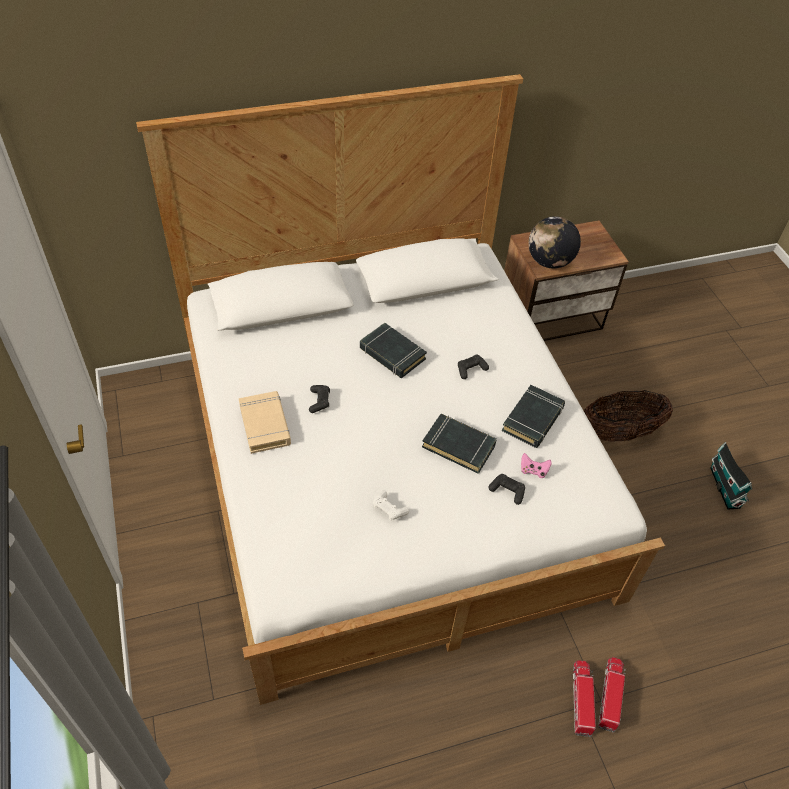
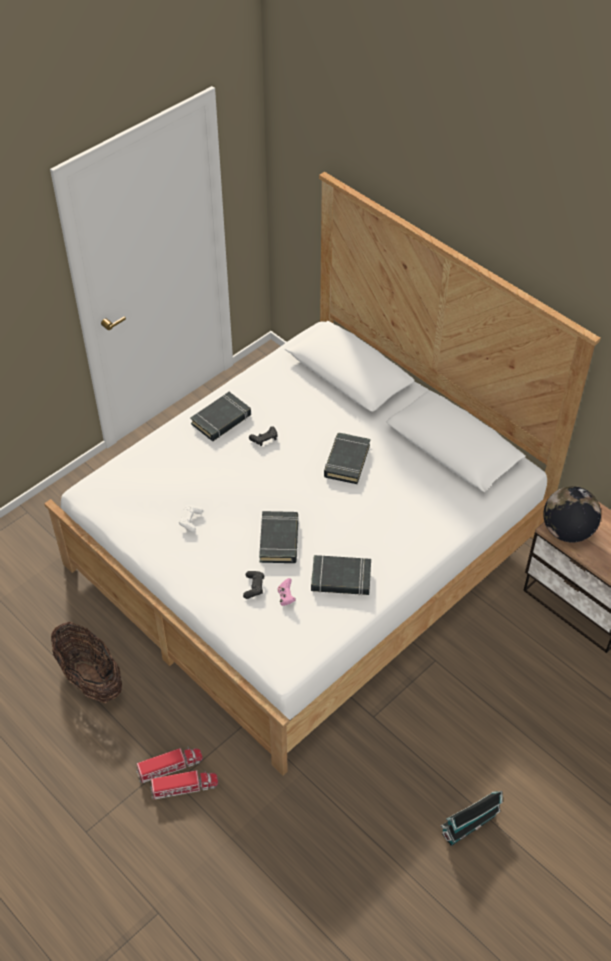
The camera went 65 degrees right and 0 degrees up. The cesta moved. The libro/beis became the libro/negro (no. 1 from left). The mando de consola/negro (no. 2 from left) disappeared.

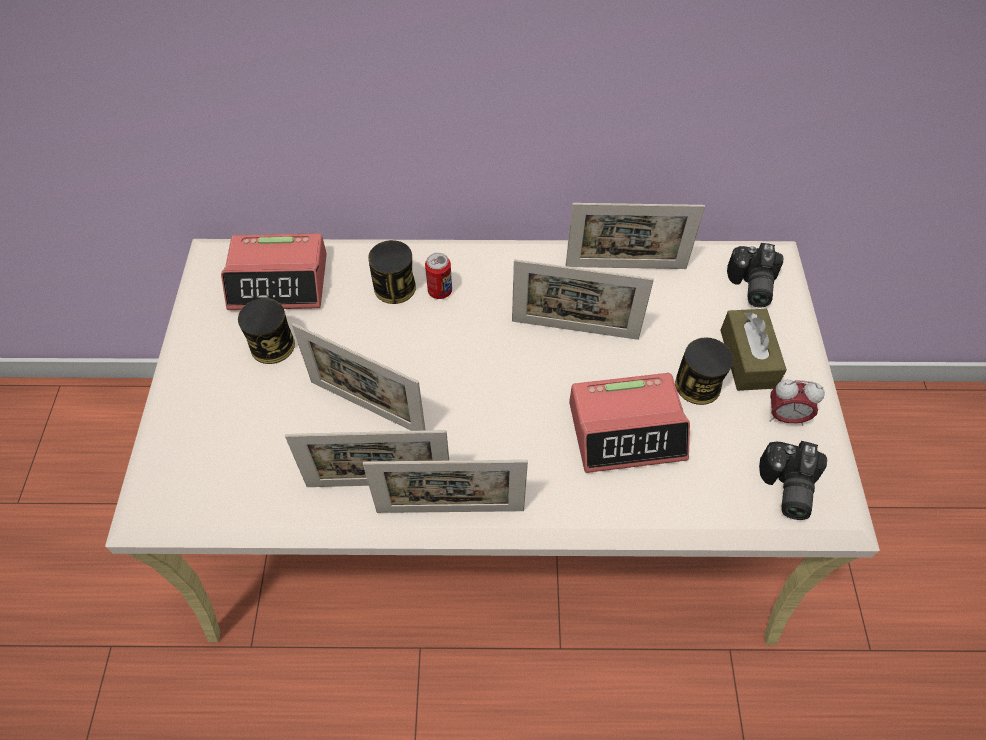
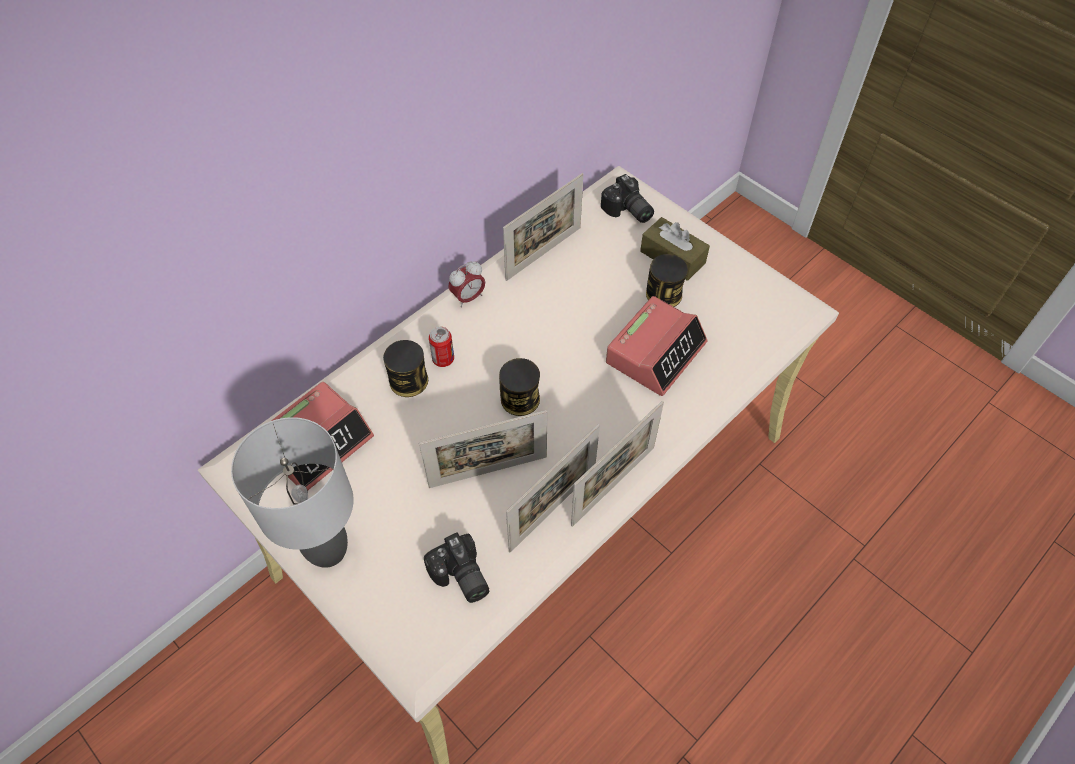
The camera went 45 degrees left and 0 degrees up. The lámpara de mesa/gris appeared. The cámara (no. 2 from left in the first image) moved. The despertador (no. 3 from left in the first image) moved. The lata (no. 1 from left in the first image) moved. The portarretratos (no. 4 from left) disappeared.

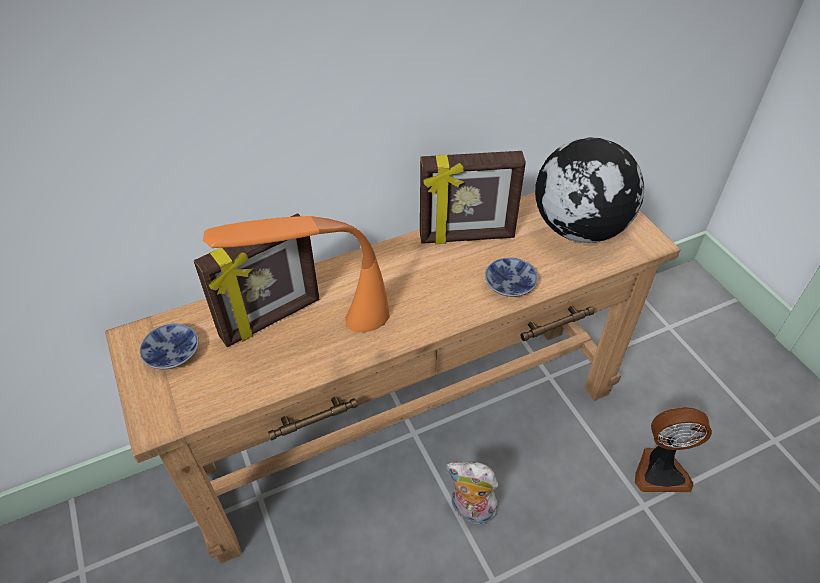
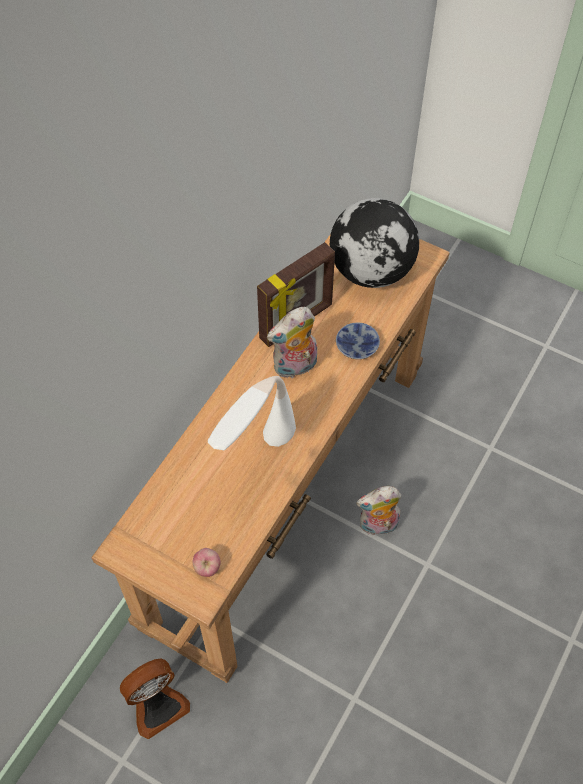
The camera went 35 degrees left and 10 degrees up. The ventilador moved. The manzana appeared. The lámpara de mesa/naranja became the lámpara de mesa/blanco. The peluche (no. 1 from left) appeared. The cuenco (no. 1 from left) disappeared. The portarretratos (no. 1 from left) disappeared.

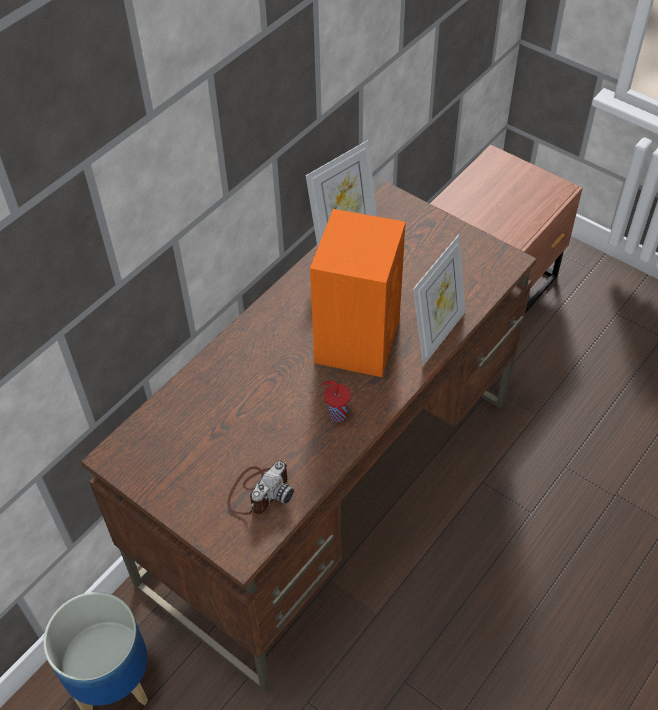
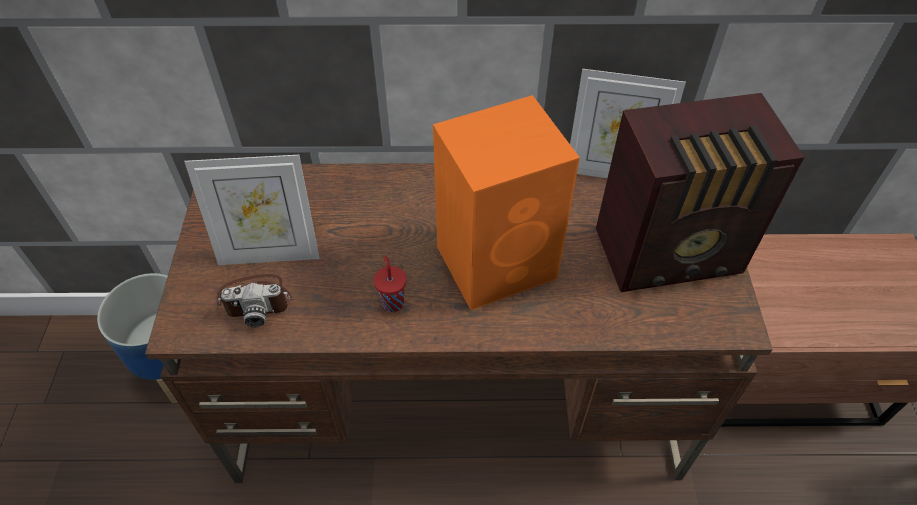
The camera went 50 degrees right and 0 degrees up. The portarretratos (no. 2 from left in the first image) moved. The radio appeared.

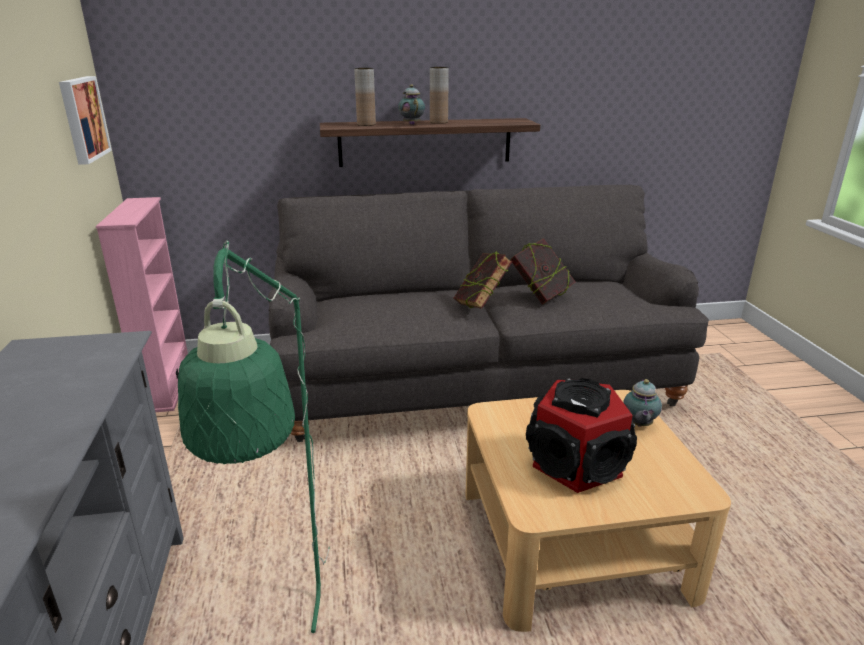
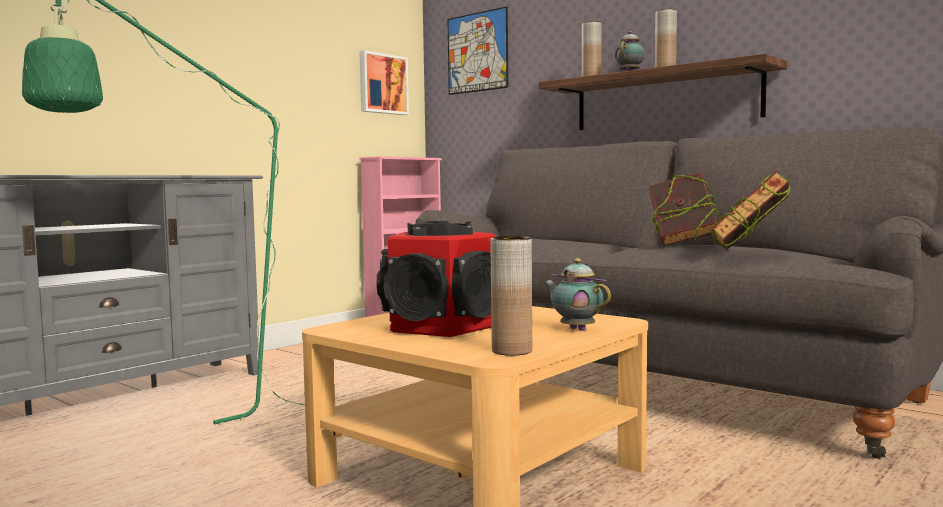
The camera went 50 degrees right and 20 degrees down. The cuadro (no. 2 from left) appeared. The florero/marrón (no. 1 from left) appeared. The tetera (no. 2 from left in the first image) turned 75 degrees clockwise. The libro (no. 1 from left in the first image) moved.

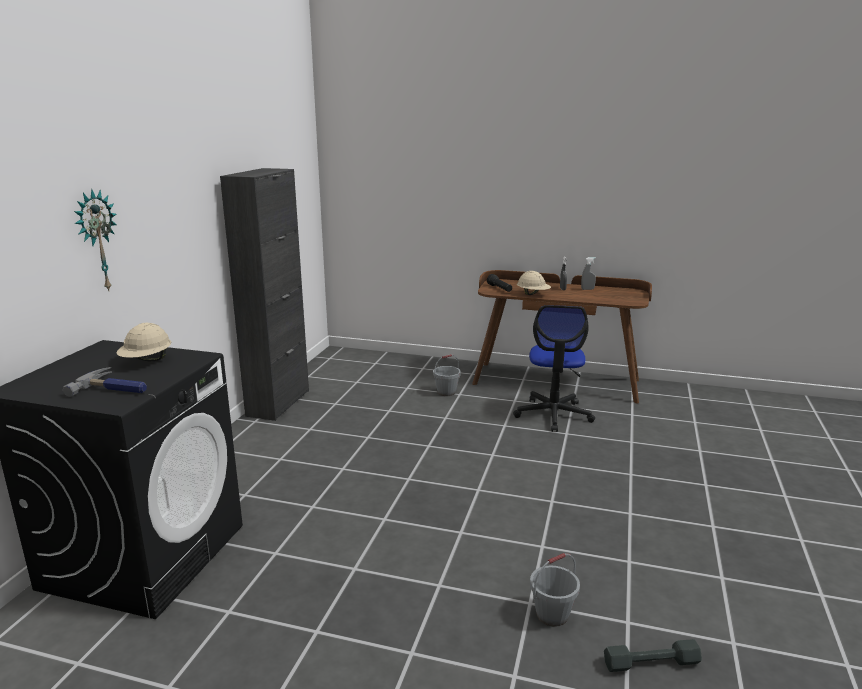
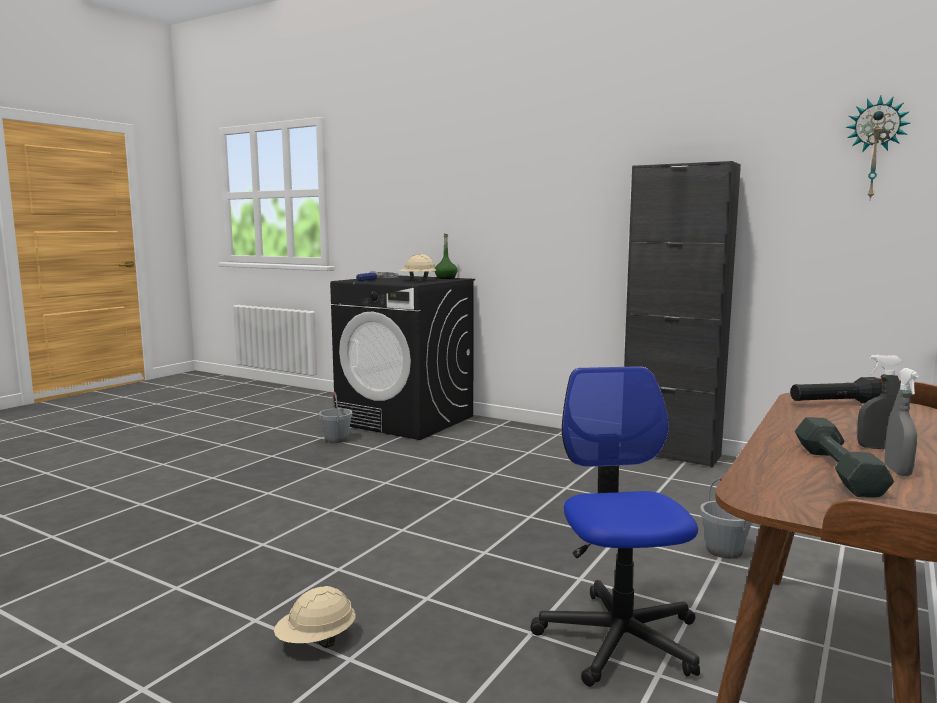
The camera went 105 degrees right and 10 degrees down. The casco/beis (no. 2 from left in the first image) moved. The cubo/gris (no. 2 from left in the first image) moved. The botella/verde appeared. The silla de oficina turned 60 degrees clockwise. The mancuerna/gris moved. The reloj de pared moved.

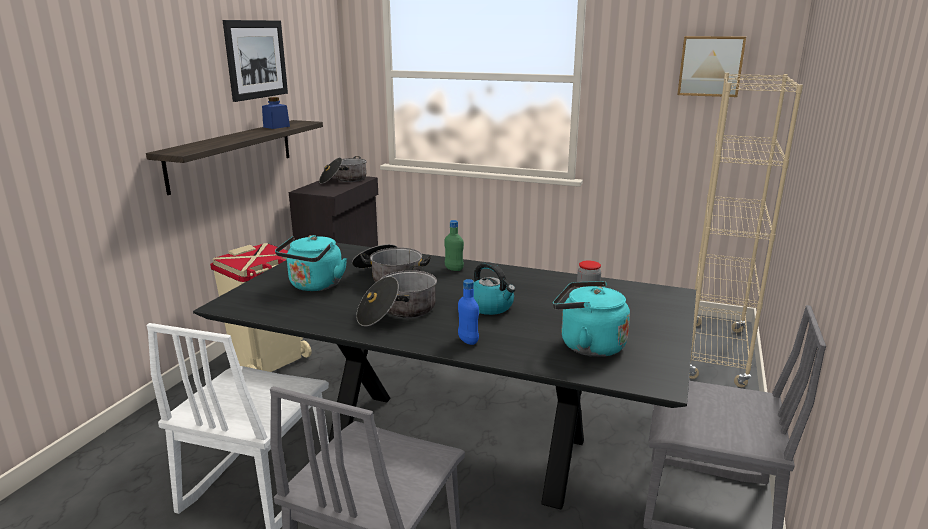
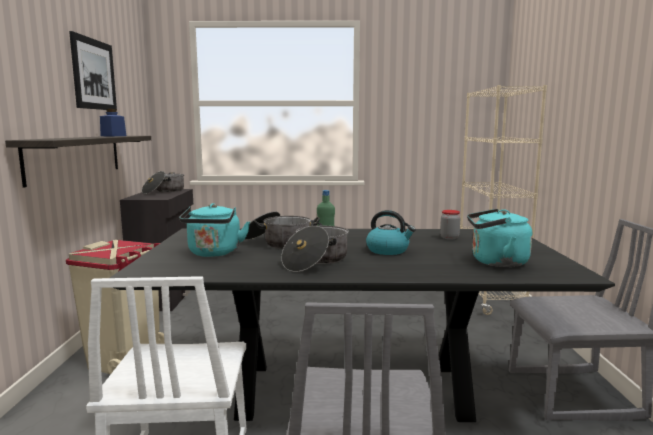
The camera went 20 degrees left and 10 degrees down. The botella/azul disappeared. The cuadro (no. 2 from left) disappeared.

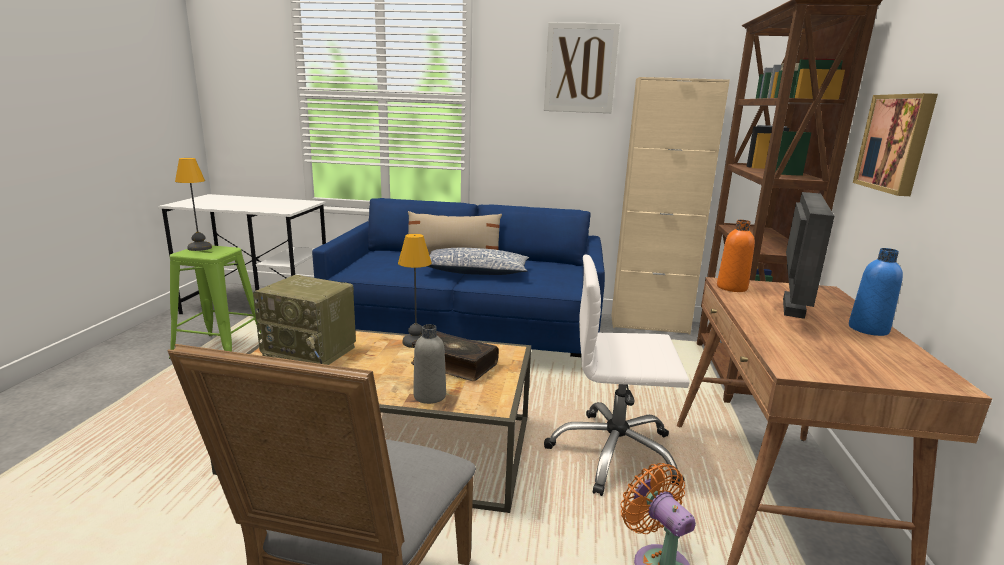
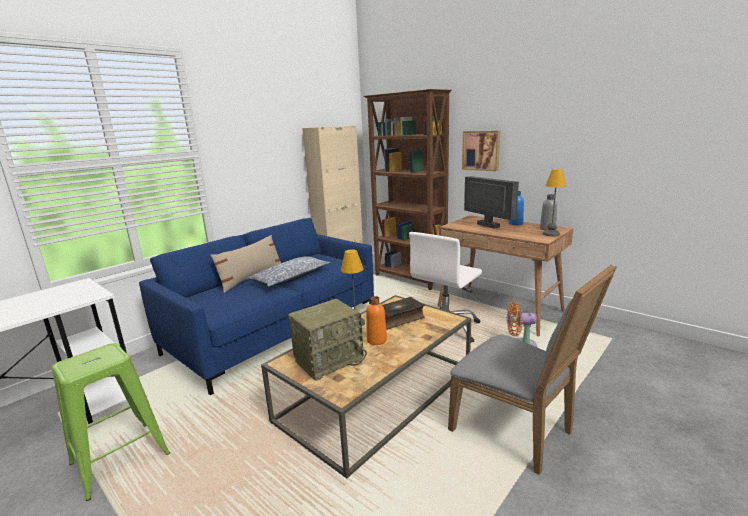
The camera went 55 degrees left and 0 degrees up. The botella/naranja moved. The botella/gris moved. The lámpara de mesa (no. 1 from left in the first image) moved. The cuadro (no. 1 from left) disappeared.

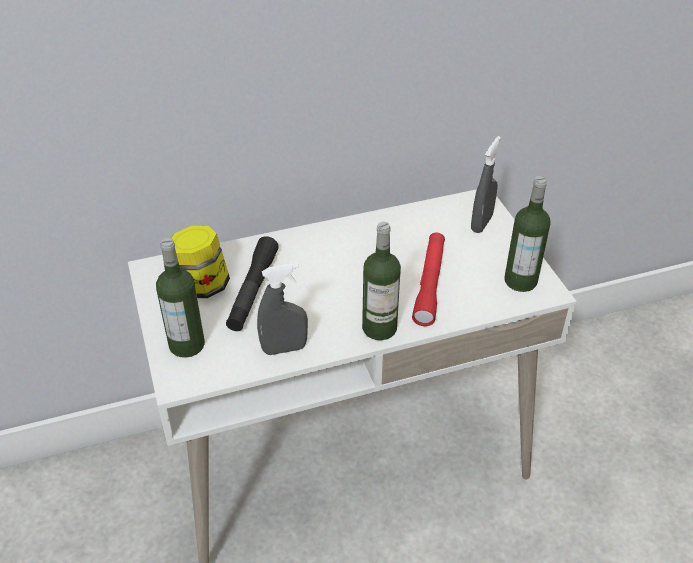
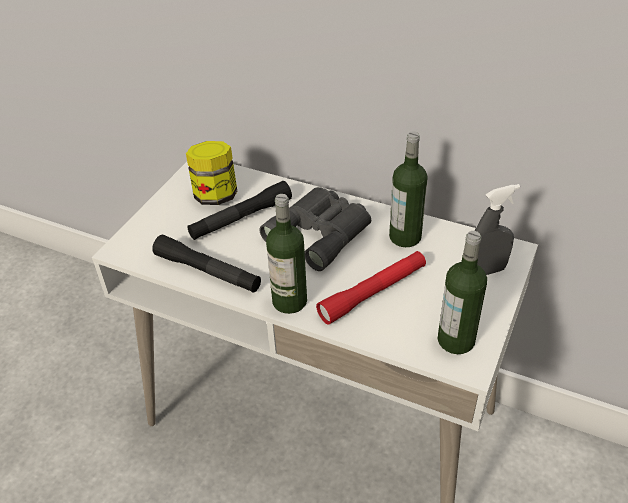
The camera went 45 degrees right and 0 degrees up. The pulverizador/gris (no. 1 from left) was replaced by the linterna/negro (no. 1 from left). The prismáticos/gris appeared. The botella (no. 1 from left in the first image) moved.

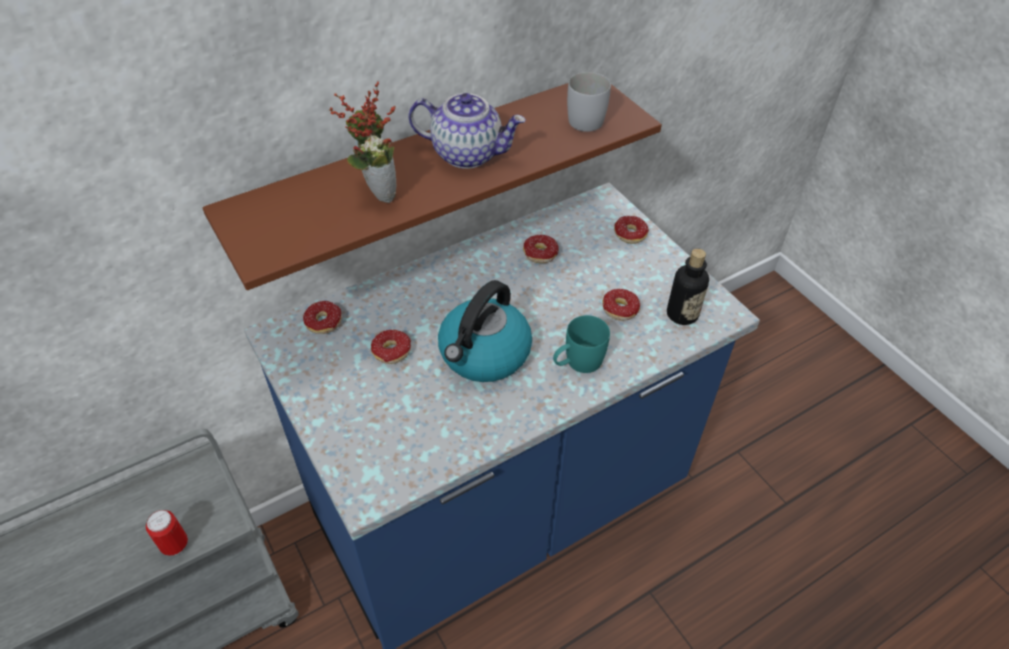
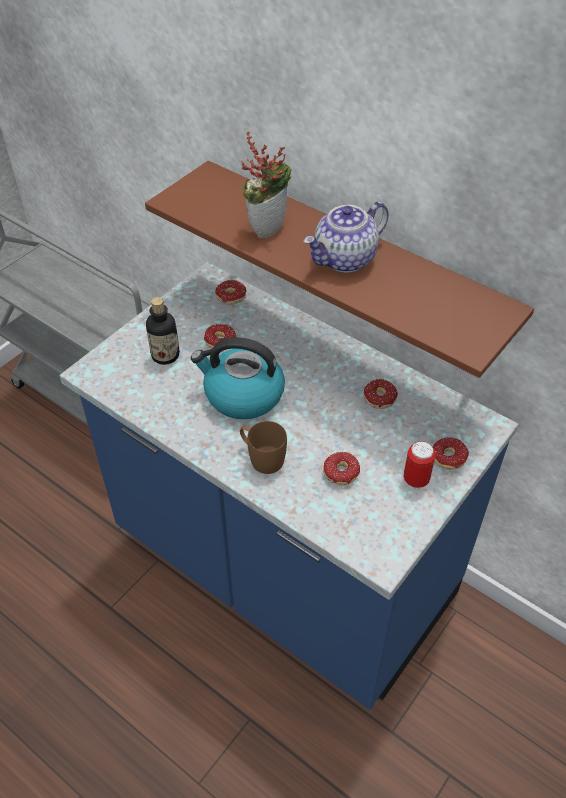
The camera went 70 degrees right and 0 degrees up. The botella moved. The taza grande/turquesa became the taza grande/marrón. The tetera turned 60 degrees clockwise. The lata moved. The taza grande/blanco disappeared.

